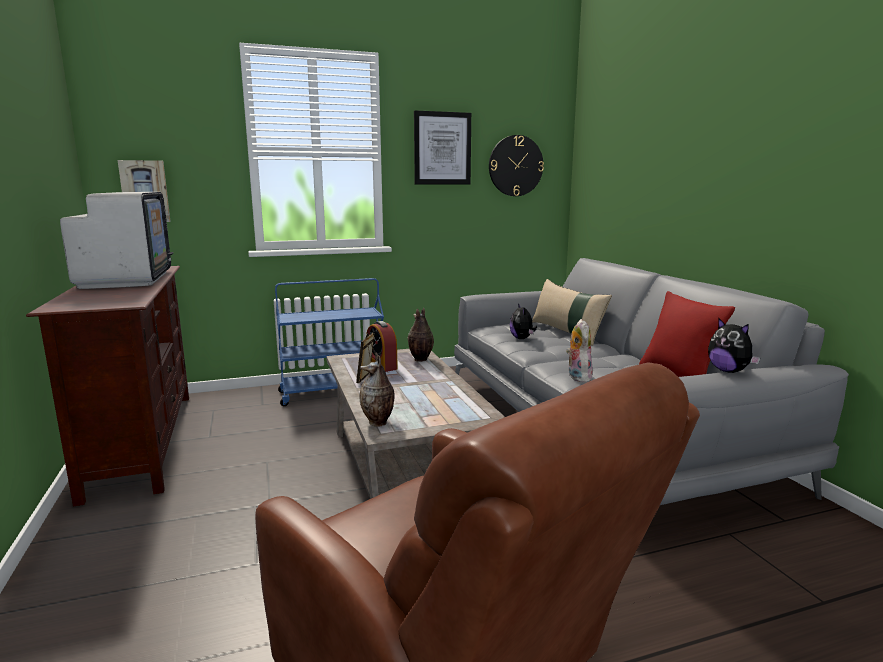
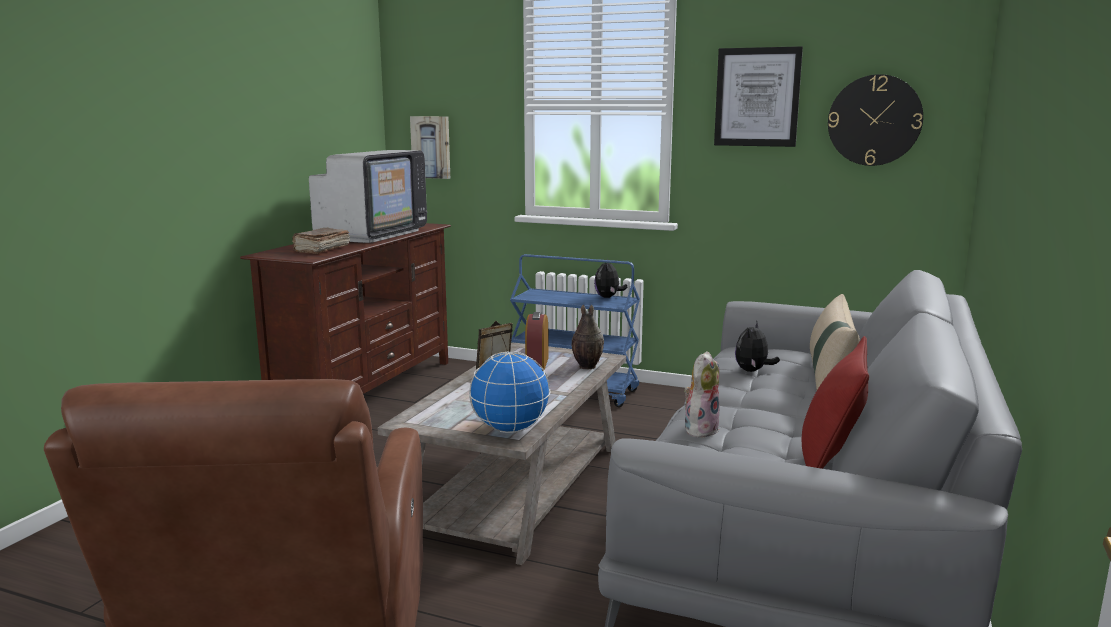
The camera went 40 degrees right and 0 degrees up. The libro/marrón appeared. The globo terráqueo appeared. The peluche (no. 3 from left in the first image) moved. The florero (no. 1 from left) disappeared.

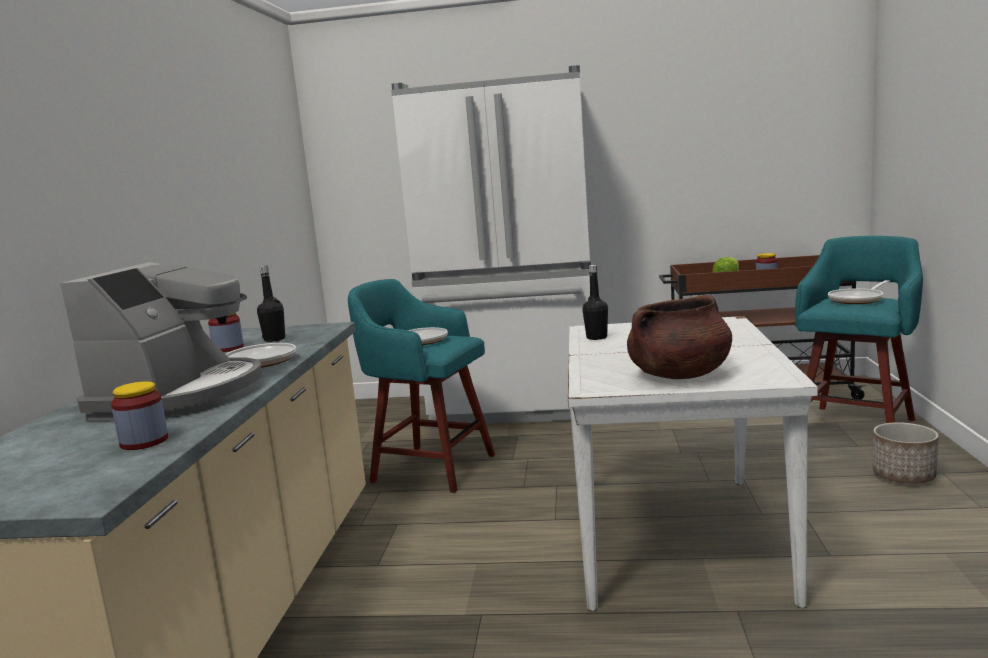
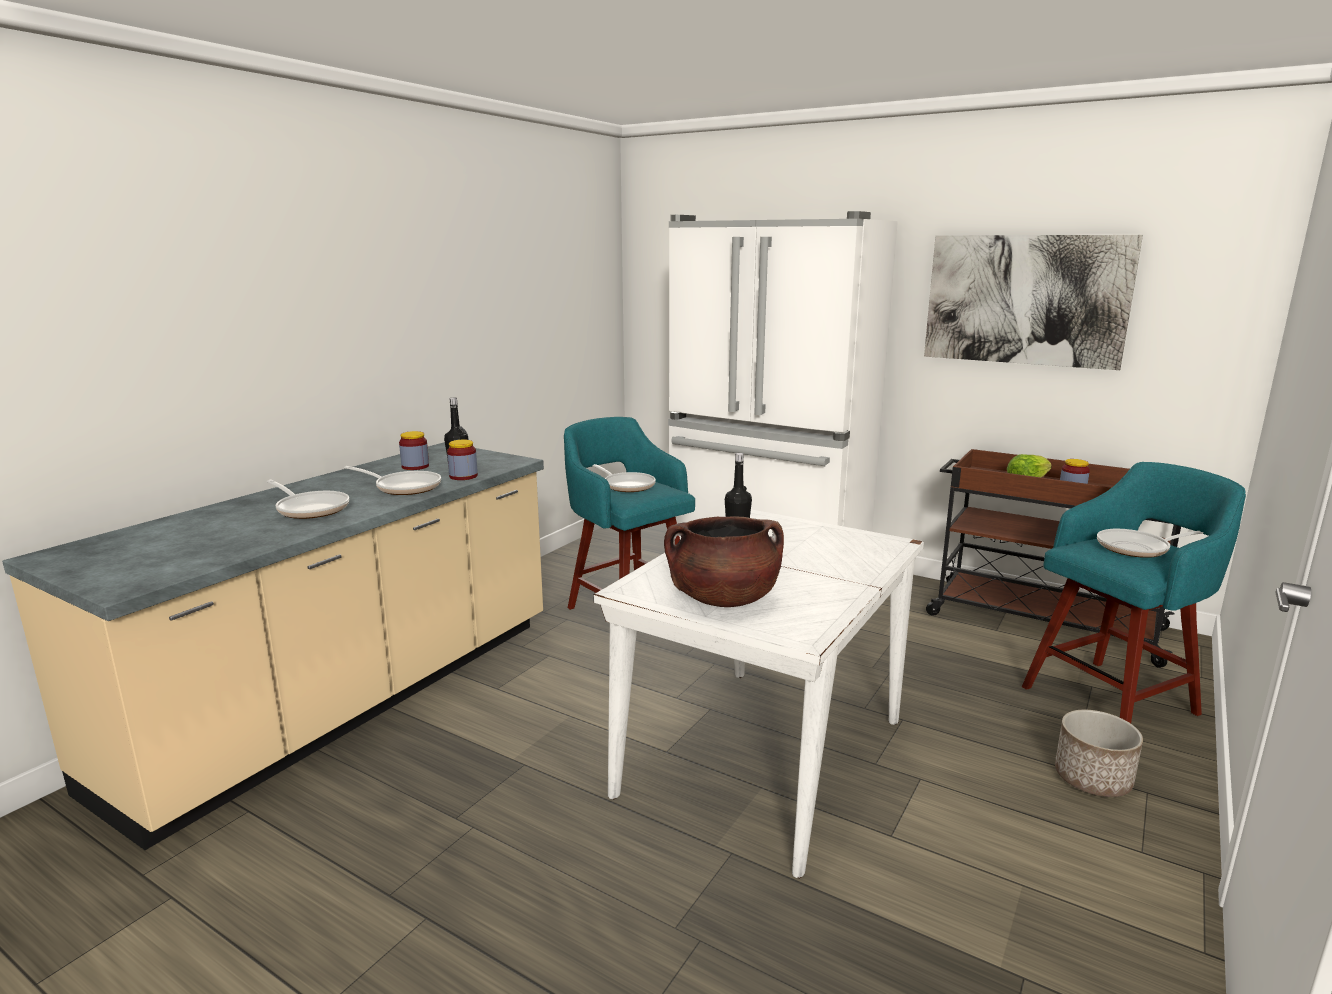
The camera went 25 degrees right and 5 degrees up. The cafetera was replaced by the sartén (no. 1 from left). The tarro (no. 1 from left in the first image) moved. The cuadro appeared.

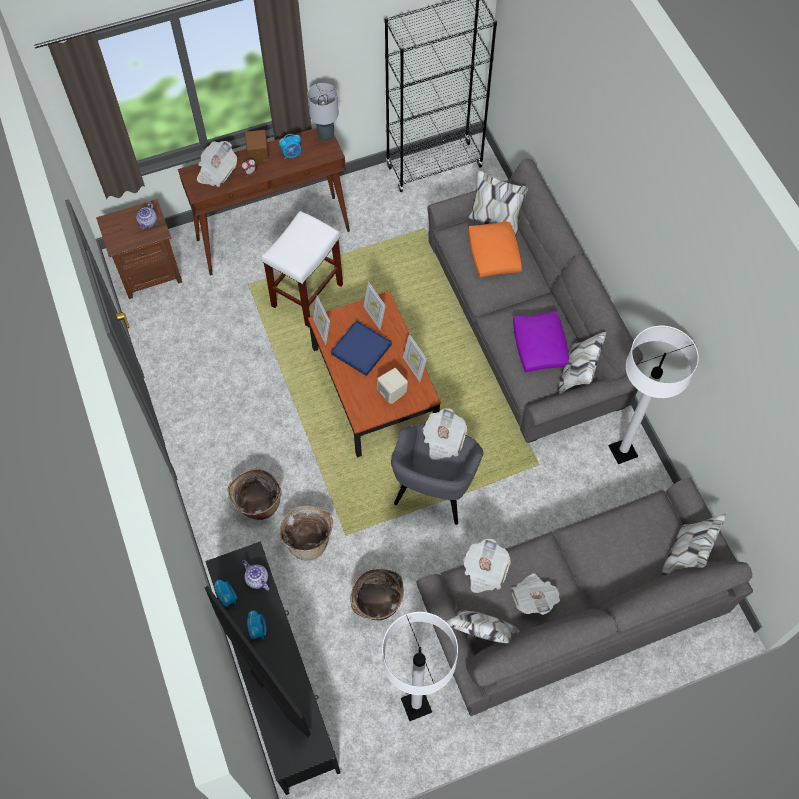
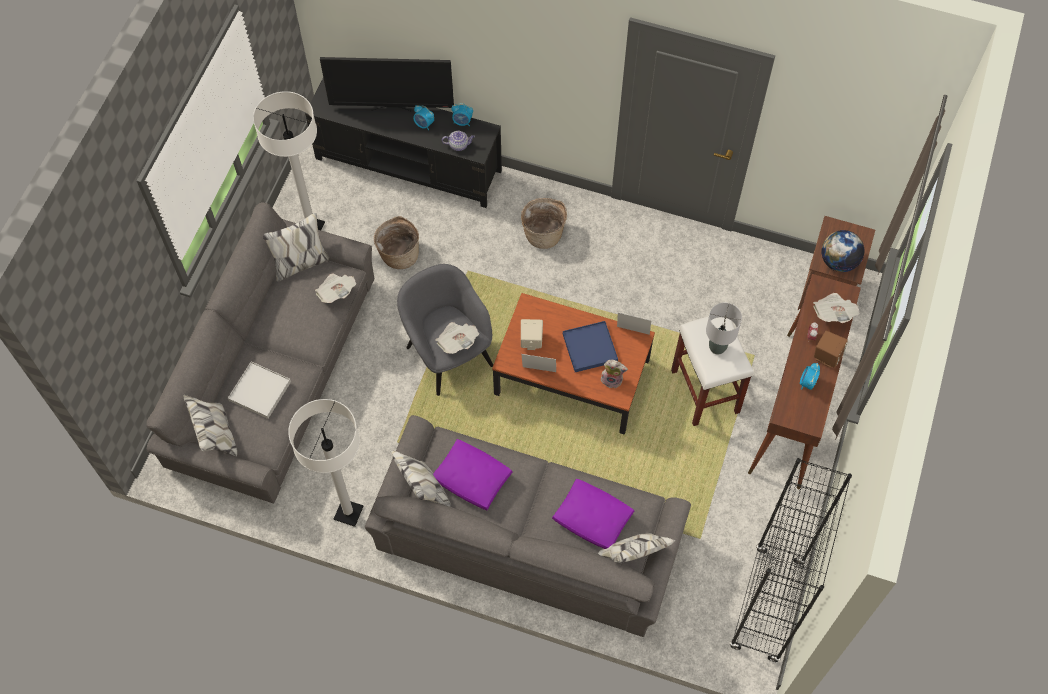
The camera went 130 degrees right and 0 degrees up. The bandeja/blanco appeared. The cojín/naranja became the cojín/morado (no. 2 from left). The portarretratos (no. 2 from left) was replaced by the peluche. The lámpara de mesa/gris moved. The tetera (no. 1 from left) was replaced by the globo terráqueo. The cesta (no. 2 from left) disappeared. The periódico (no. 4 from left) disappeared.

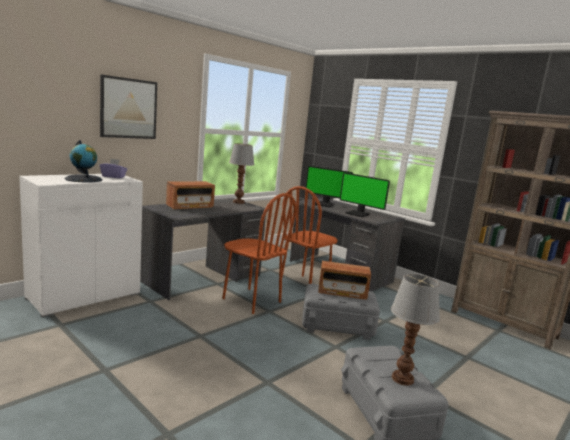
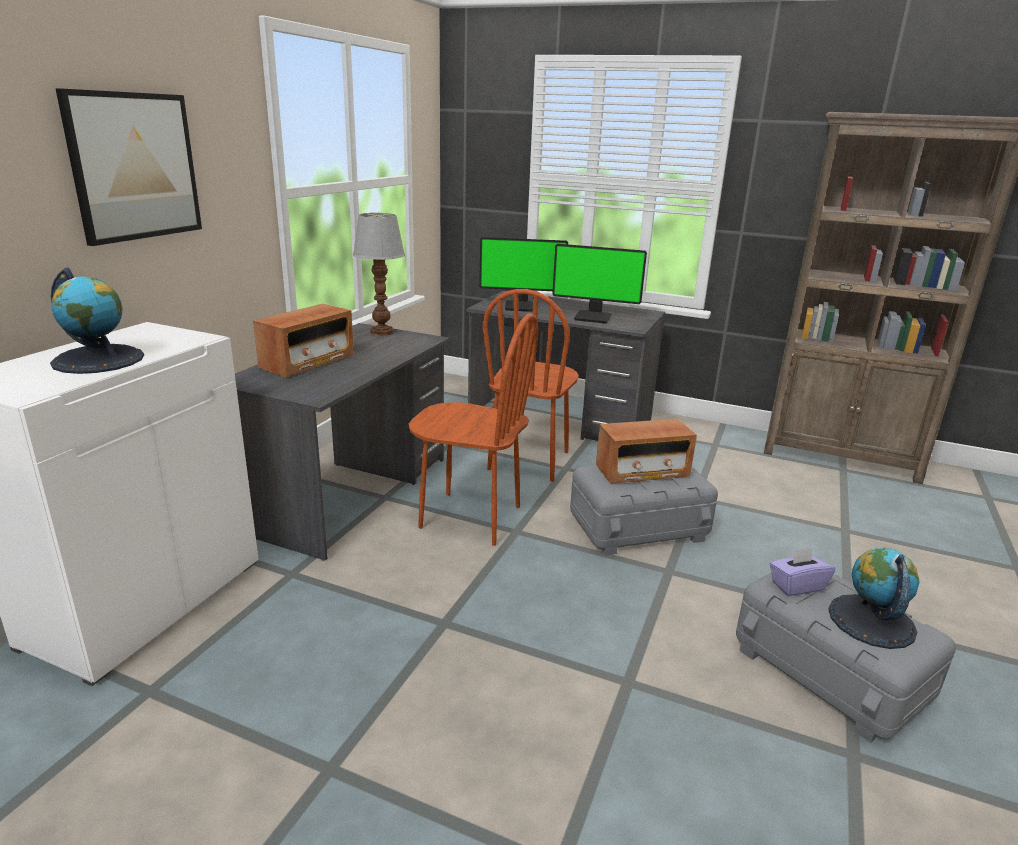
The camera went 20 degrees left and 10 degrees up. The caja de pañuelos/morado moved. The lámpara de mesa (no. 2 from left) was replaced by the globo terráqueo (no. 2 from left).

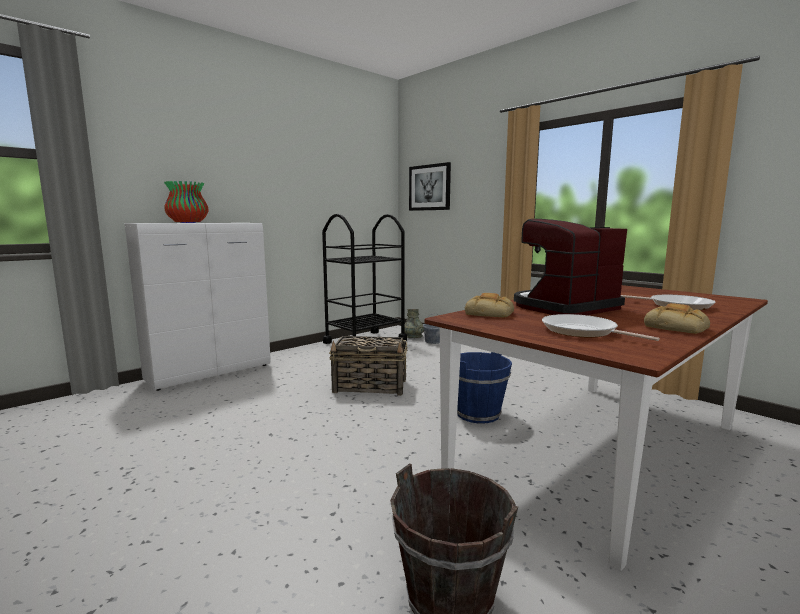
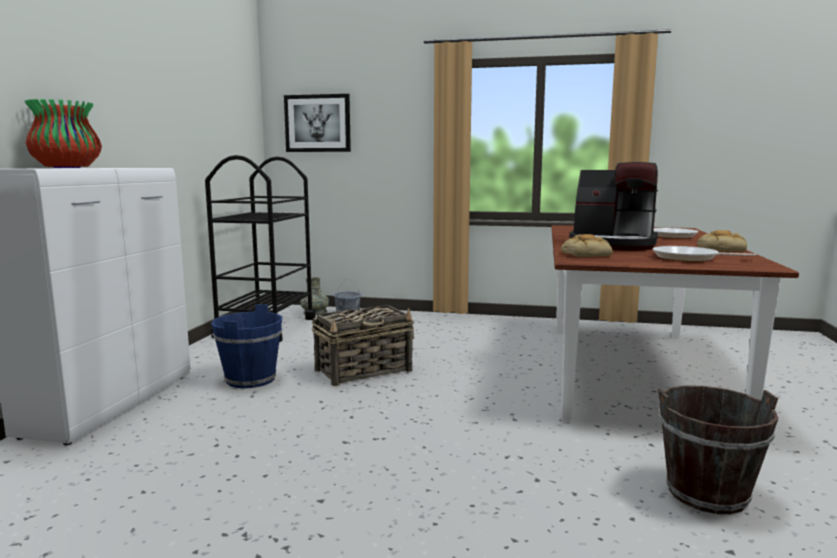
The camera went 35 degrees left and 0 degrees up. The cubo/azul moved. The cafetera turned 90 degrees counterclockwise.

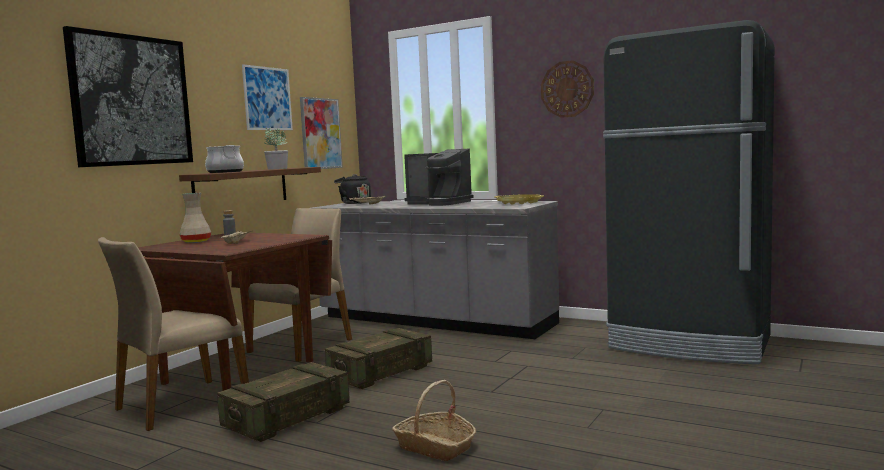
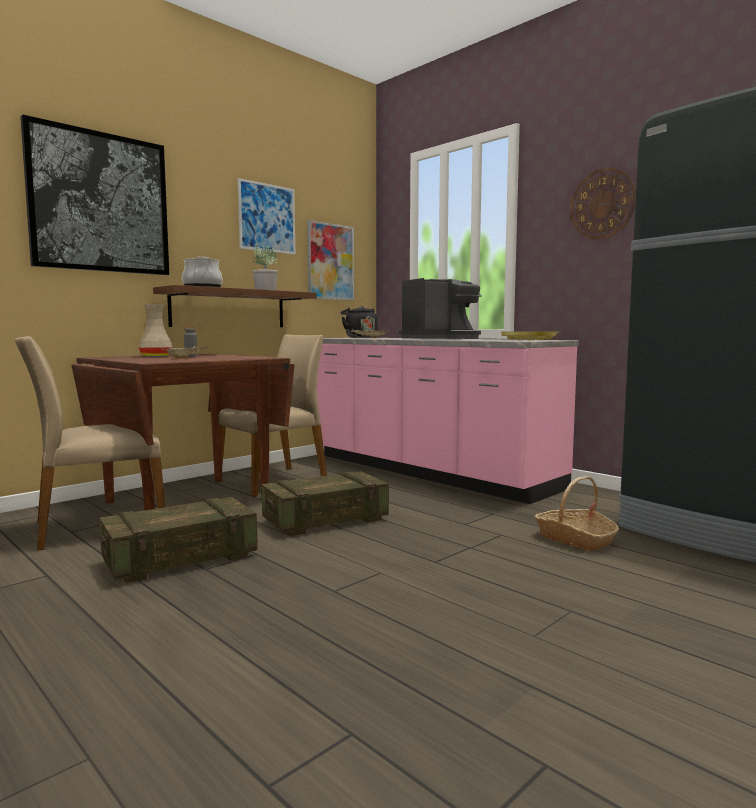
The camera went 15 degrees right and 0 degrees up. The mueble bajo de cocina/gris became the mueble bajo de cocina/rosa. The cafetera turned 75 degrees counterclockwise. The cesta moved.

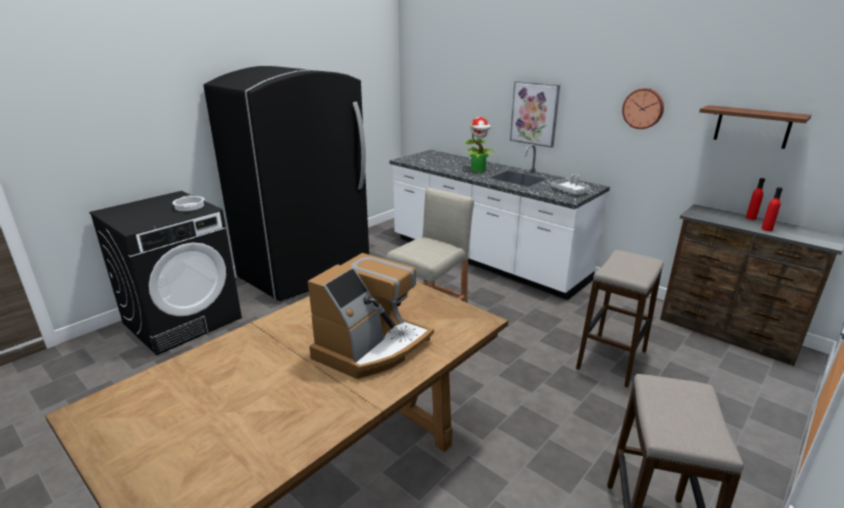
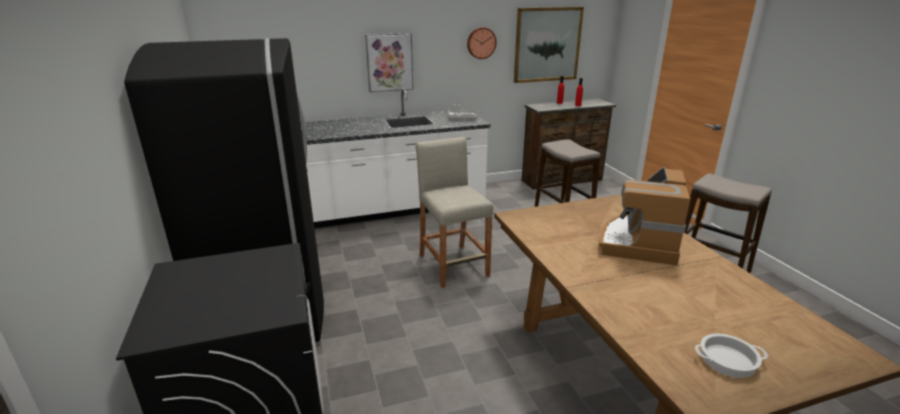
The camera went 60 degrees left and 0 degrees up. The estante/marrón was replaced by the cuadro (no. 2 from left). The cafetera turned 135 degrees counterclockwise. The olla moved. The planta en maceta disappeared.

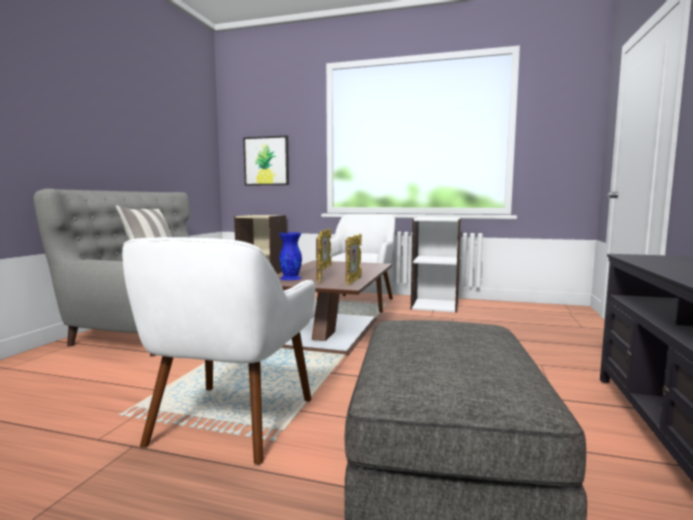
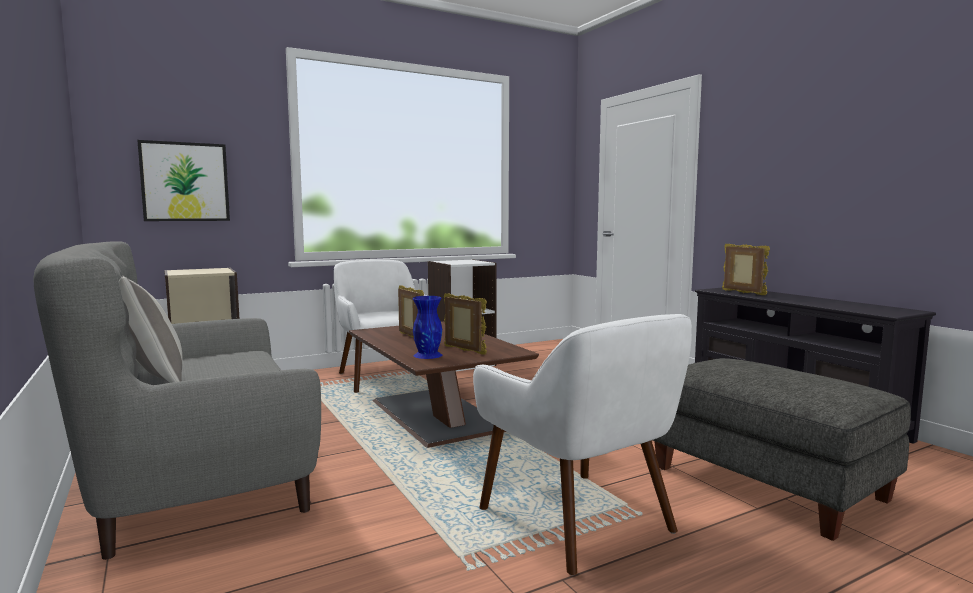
The camera went 45 degrees left and 0 degrees up. The portarretratos (no. 3 from left) moved.

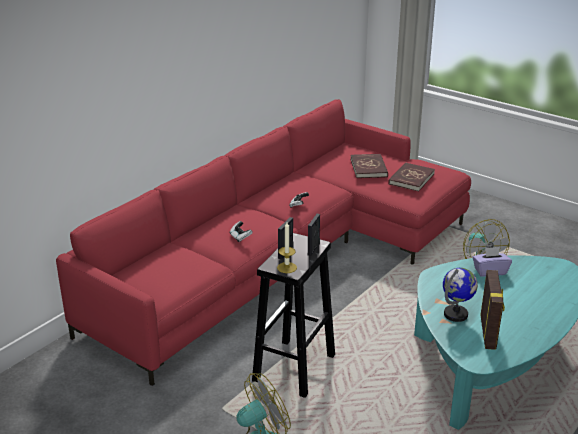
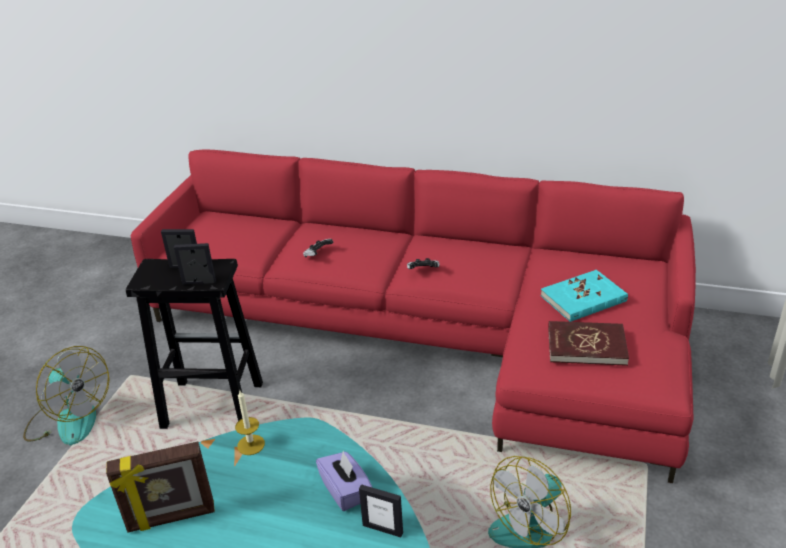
The camera went 70 degrees right and 5 degrees up. The vela moved. The portarretratos (no. 4 from left) appeared. The libro/rojo (no. 1 from left) became the libro/turquesa. The globo terráqueo disappeared.

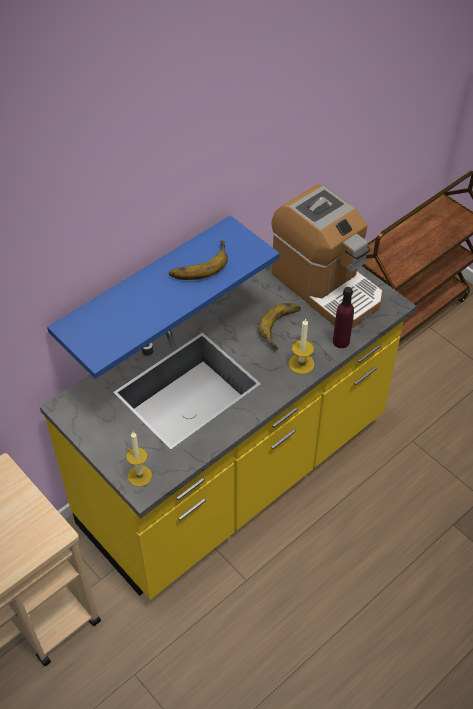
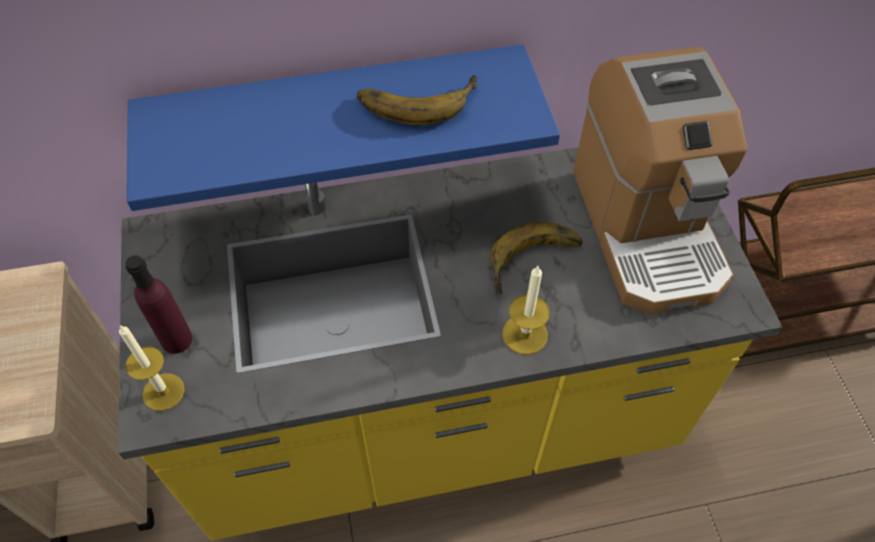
The camera went 30 degrees right and 5 degrees up. The botella/morado moved.

